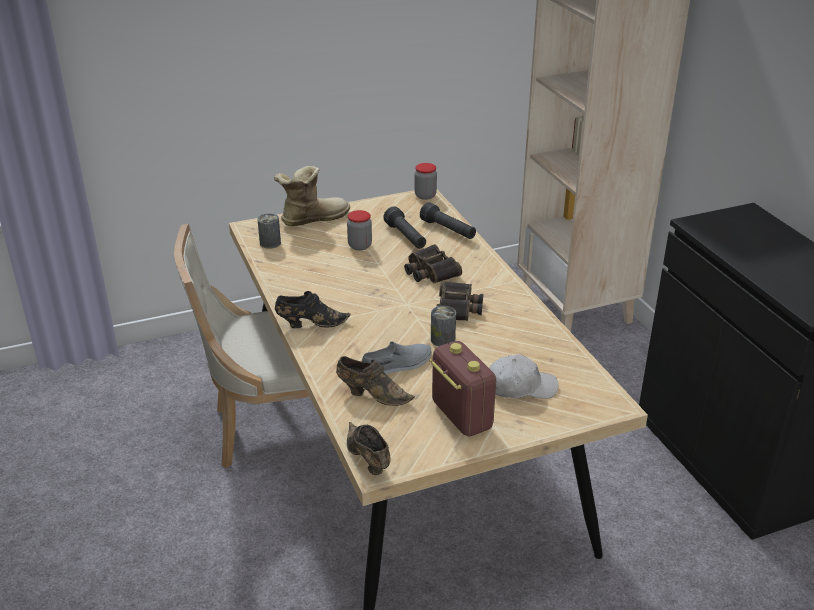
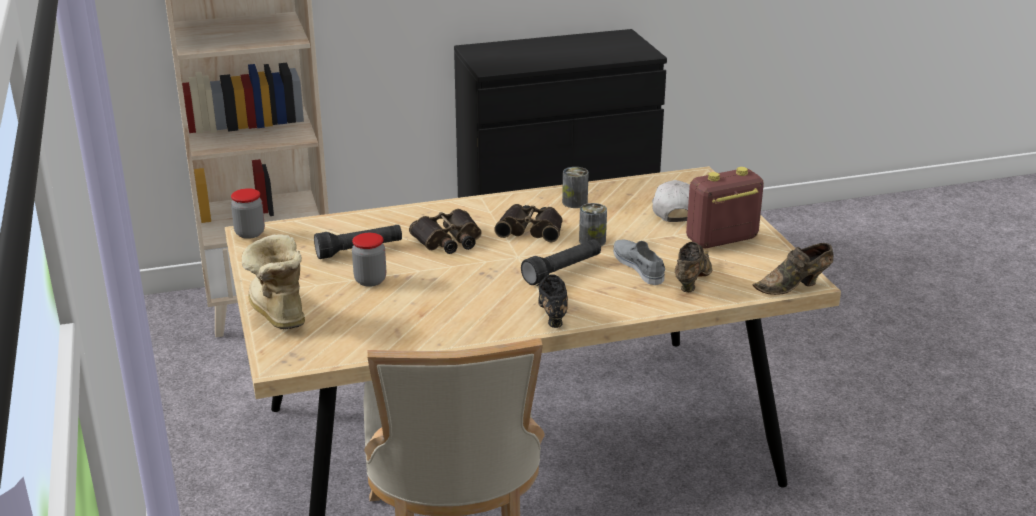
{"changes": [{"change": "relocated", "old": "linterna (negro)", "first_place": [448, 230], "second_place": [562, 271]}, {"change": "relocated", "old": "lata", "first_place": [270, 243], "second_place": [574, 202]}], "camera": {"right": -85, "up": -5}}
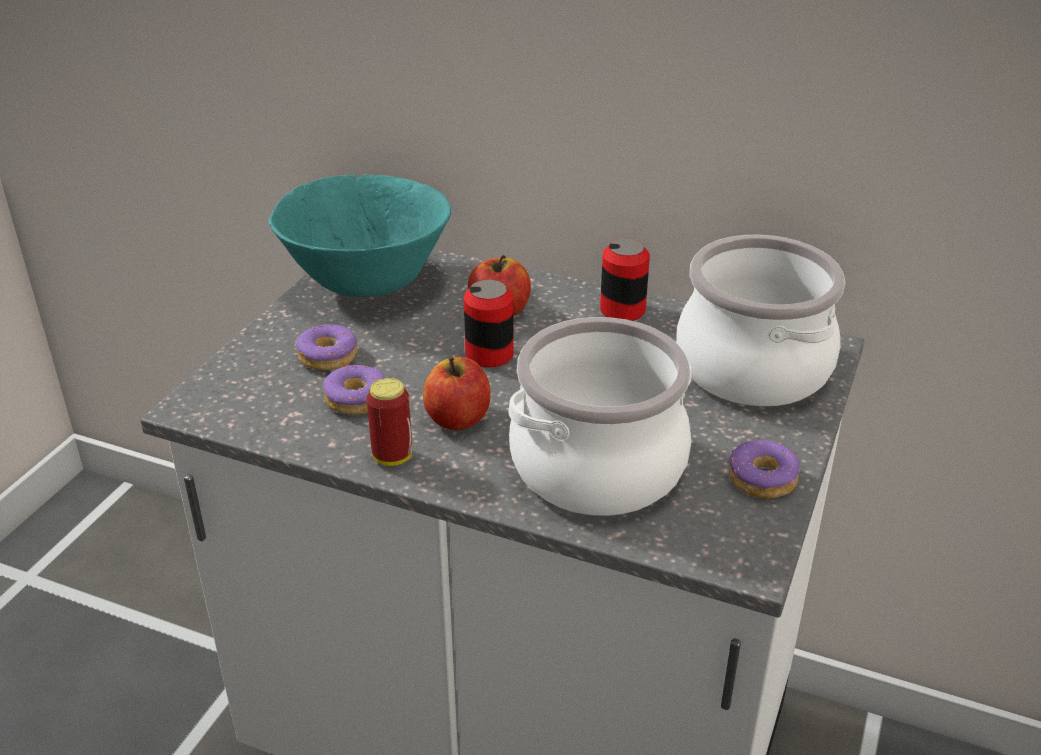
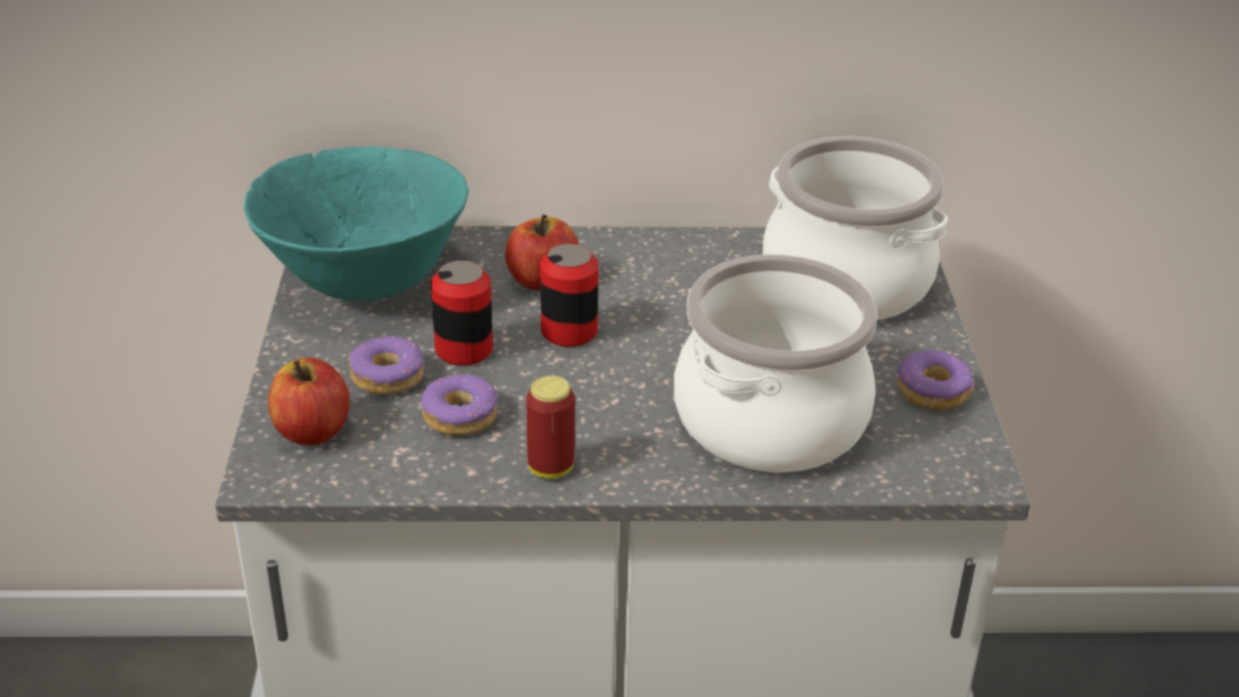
{"changes": [{"change": "relocated", "old": "manzana", "first_place": [458, 418], "second_place": [312, 431]}, {"change": "relocated", "old": "lata", "first_place": [622, 310], "second_place": [464, 350]}], "camera": {"right": -25, "up": 0}}
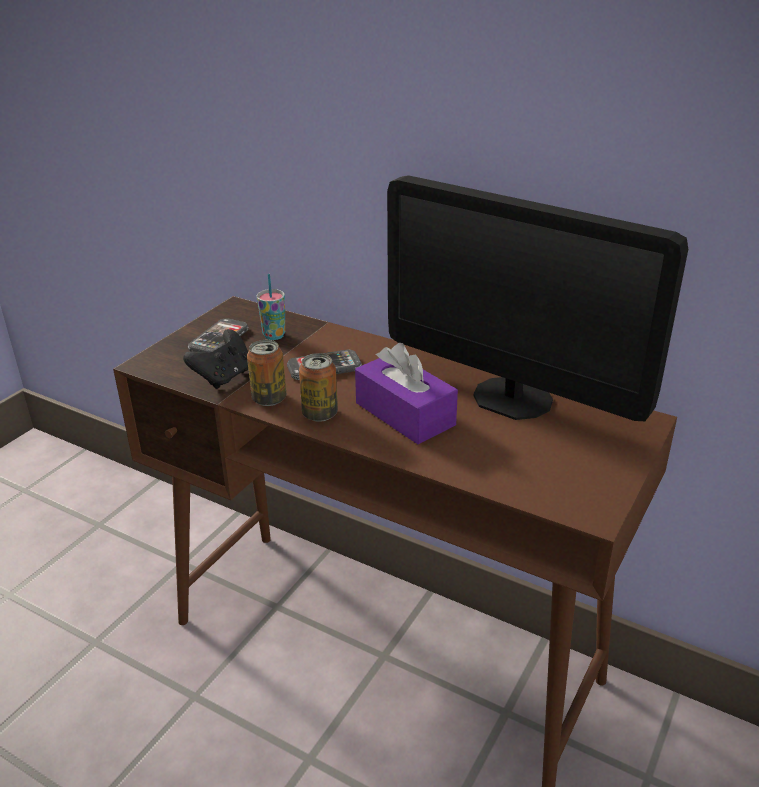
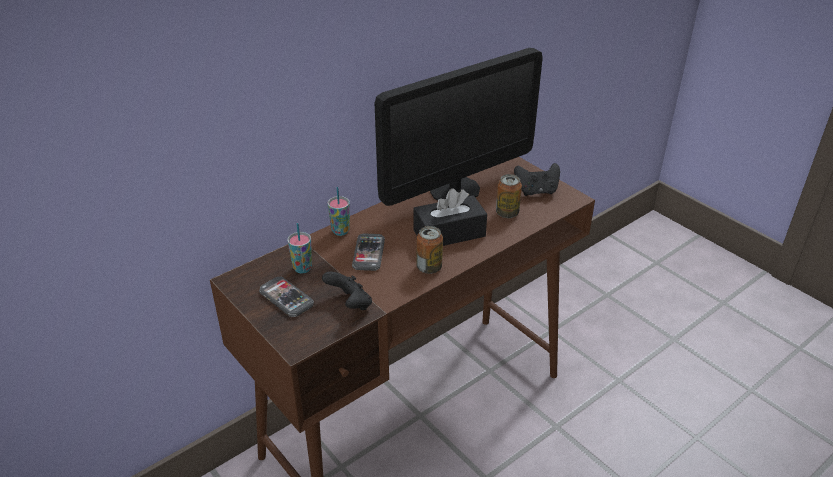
{"changes": [{"change": "appeared", "new": "taza", "second_place": [340, 231]}, {"change": "colour", "old": "caja de pañuelos (morado)", "new": "caja de pañuelos (negro)", "first_place": [405, 414], "second_place": [449, 233]}, {"change": "relocated", "old": "lata", "first_place": [269, 399], "second_place": [507, 213]}, {"change": "appeared", "new": "mando de consola (negro)", "second_place": [536, 191]}], "camera": {"right": -70, "up": 5}}
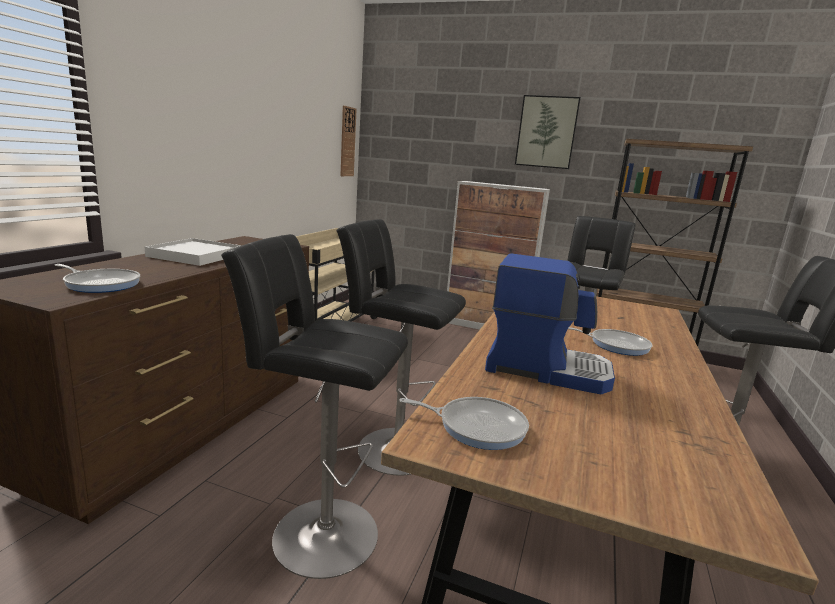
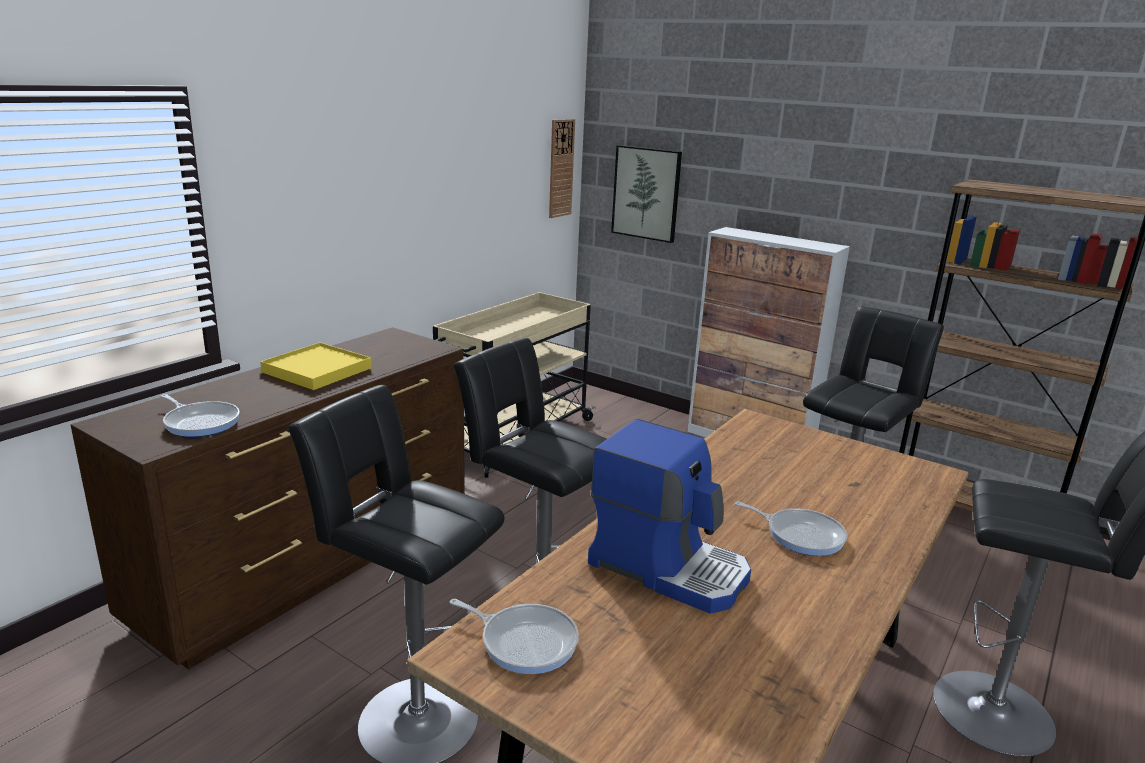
{"changes": [{"change": "colour", "old": "bandeja (blanco)", "new": "bandeja (amarillo)", "first_place": [196, 255], "second_place": [317, 370]}, {"change": "relocated", "old": "cuadro", "first_place": [546, 132], "second_place": [646, 193]}], "camera": {"right": 15, "up": 5}}
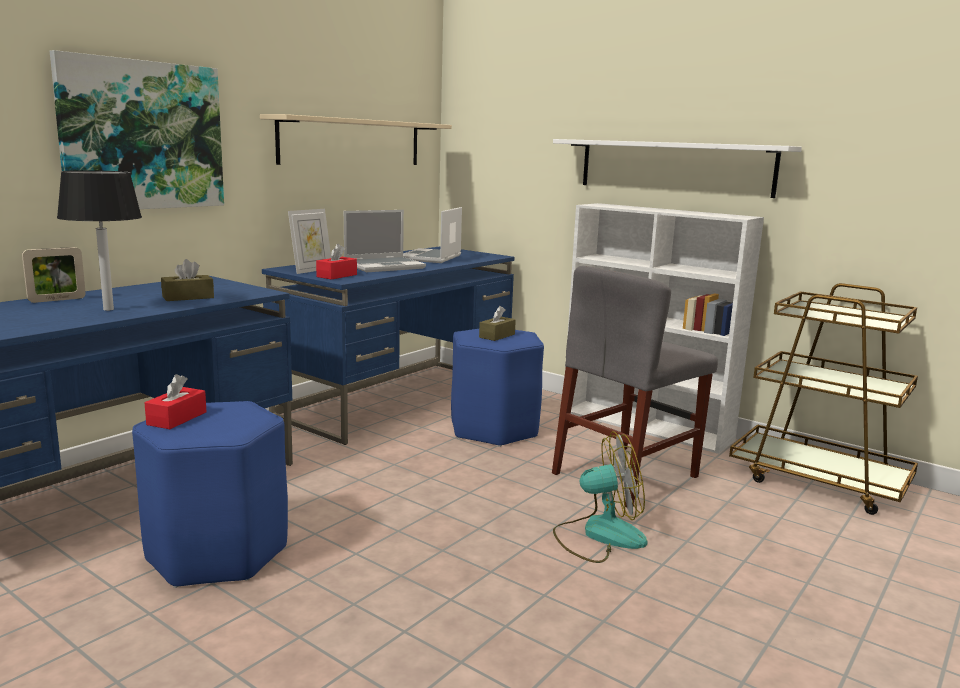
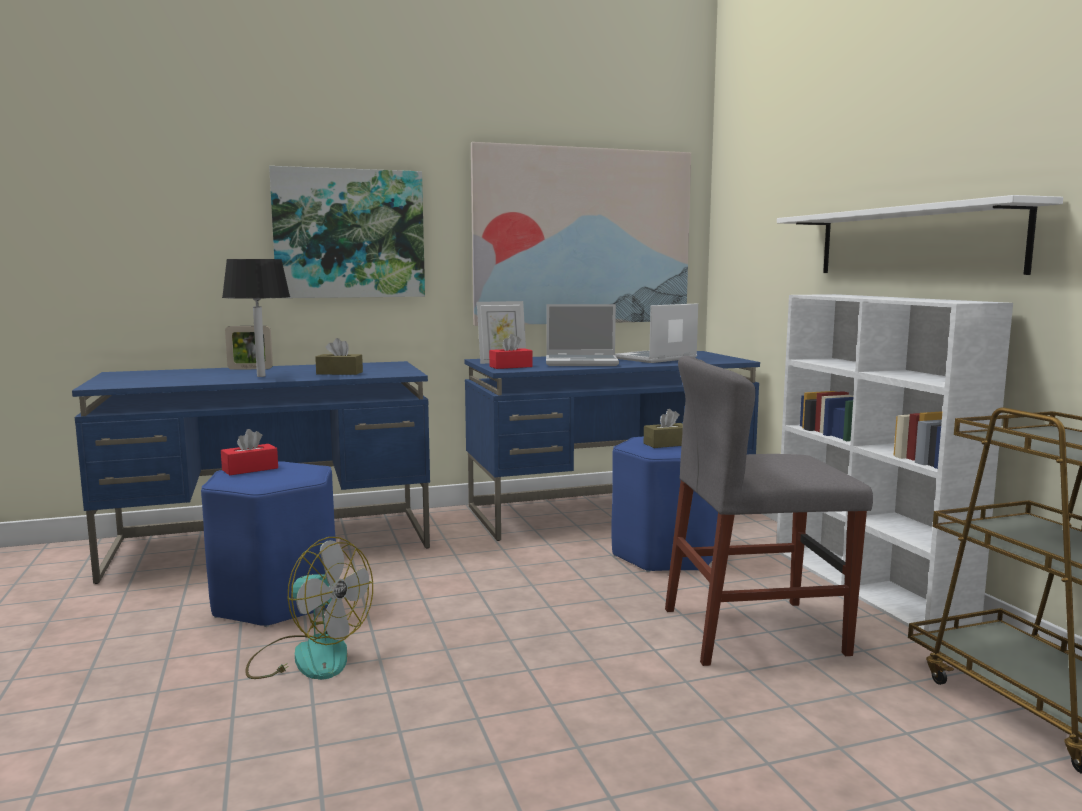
{"changes": [{"change": "relocated", "old": "ventilador", "first_place": [599, 535], "second_place": [308, 656]}, {"change": "exchanged", "old": "estante (beis)", "new": "cuadro", "first_place": [352, 142], "second_place": [583, 237]}], "camera": {"right": 35, "up": -5}}
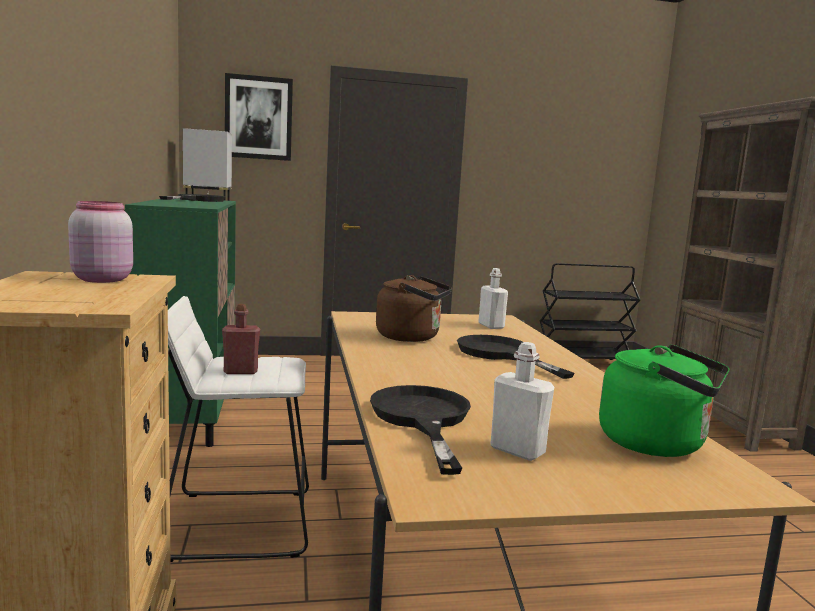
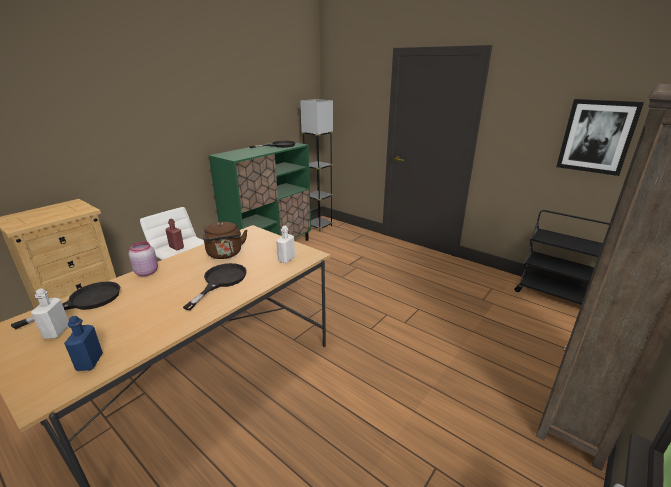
{"changes": [{"change": "exchanged", "old": "hervidor (verde)", "new": "botella (azul)", "first_place": [658, 444], "second_place": [90, 362]}, {"change": "relocated", "old": "tarro (rosa)", "first_place": [101, 279], "second_place": [147, 272]}, {"change": "relocated", "old": "cuadro", "first_place": [258, 118], "second_place": [597, 136]}], "camera": {"right": 50, "up": 15}}
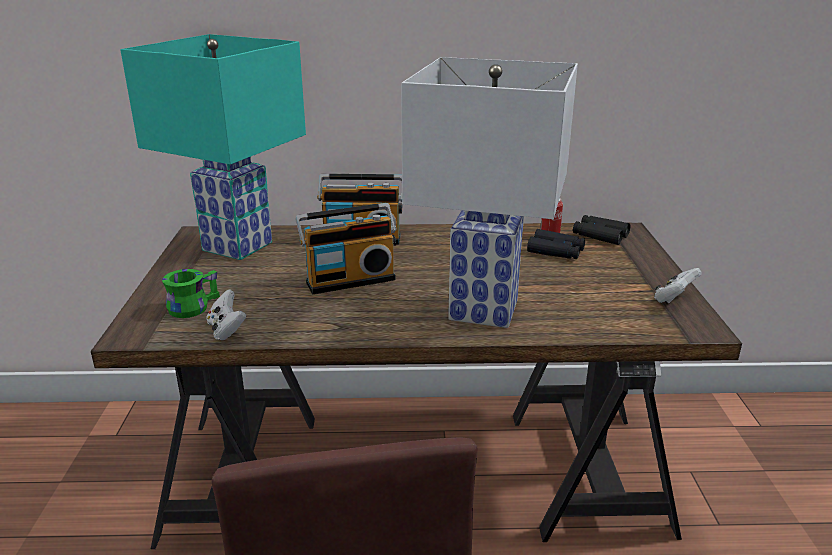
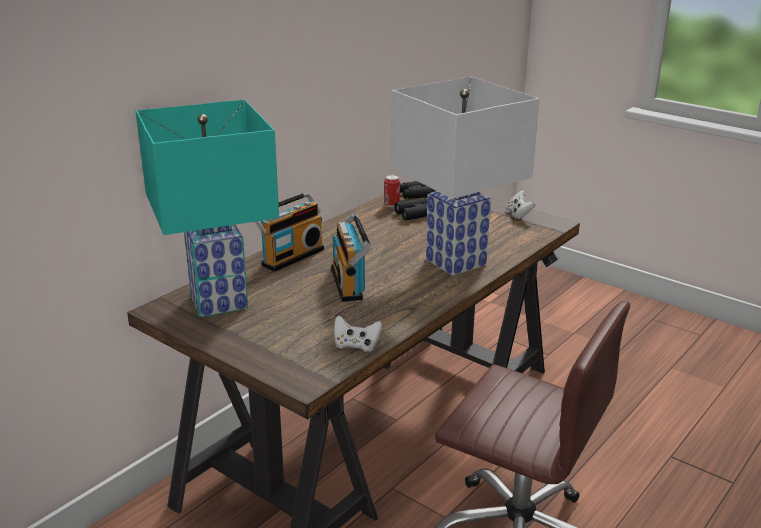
{"changes": [{"change": "spun", "old": "radio", "first_place": [350, 280], "second_place": [350, 283], "degrees": 150}, {"change": "missing", "old": "taza grande (verde)", "first_place": [192, 305]}], "camera": {"right": -50, "up": 0}}
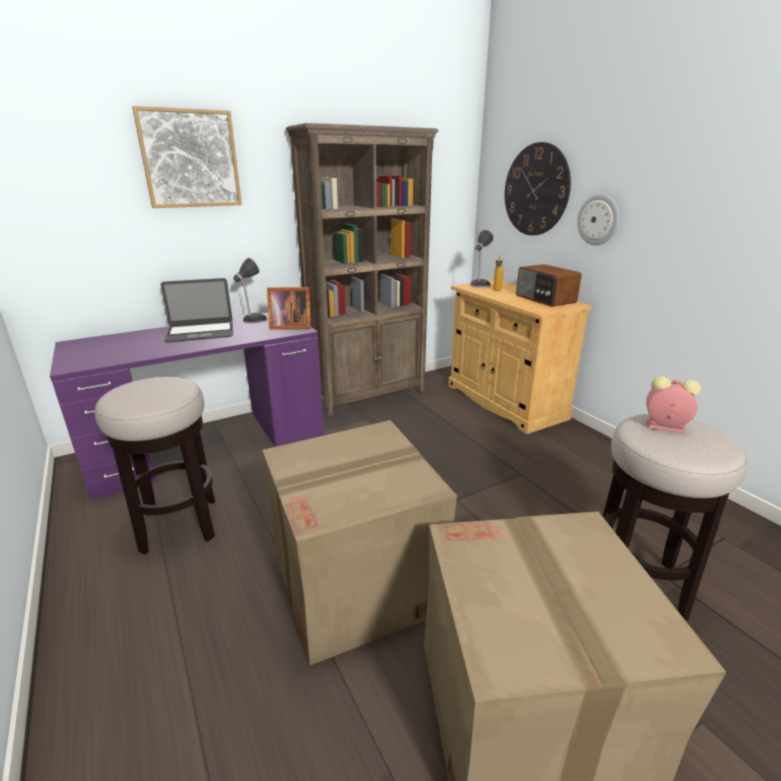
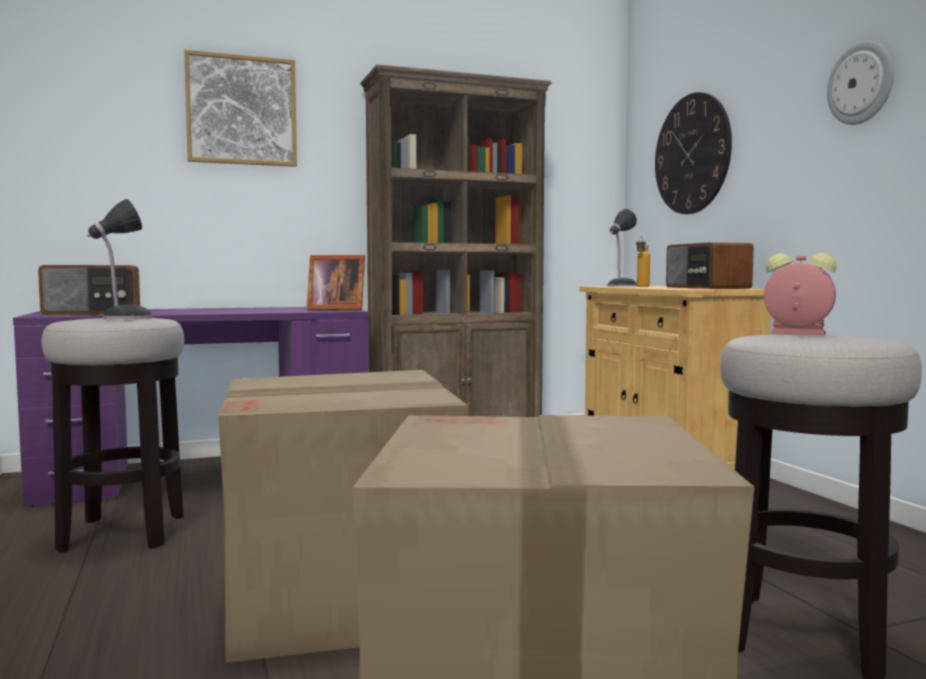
{"changes": [{"change": "appeared", "new": "radio", "second_place": [93, 313]}, {"change": "relocated", "old": "lámpara de mesa", "first_place": [253, 320], "second_place": [124, 317]}, {"change": "relocated", "old": "reloj de pared", "first_place": [598, 219], "second_place": [861, 83]}, {"change": "missing", "old": "portátil", "first_place": [200, 332]}], "camera": {"right": 10, "up": -20}}
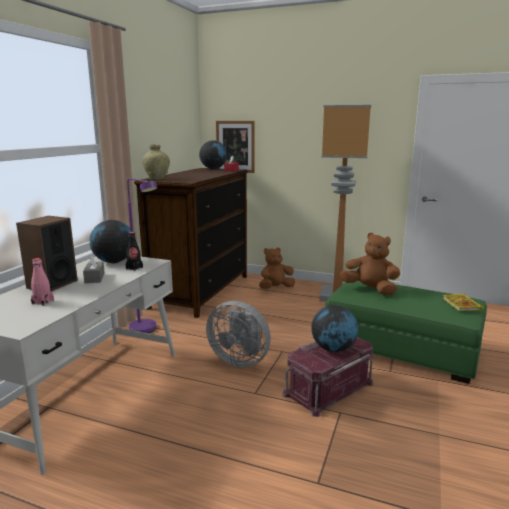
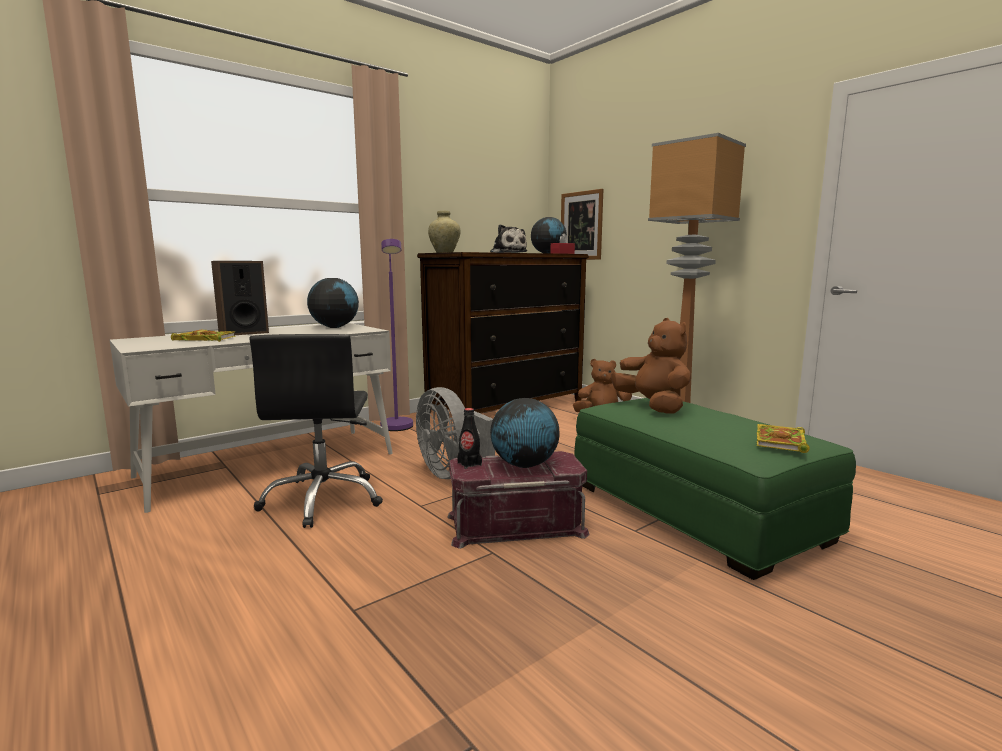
{"changes": [{"change": "exchanged", "old": "botella (rosa)", "new": "libro", "first_place": [43, 302], "second_place": [203, 339]}, {"change": "appeared", "new": "silla de oficina (negro)", "second_place": [323, 499]}, {"change": "relocated", "old": "botella (negro)", "first_place": [134, 268], "second_place": [469, 464]}, {"change": "appeared", "new": "peluche", "second_place": [507, 252]}, {"change": "missing", "old": "caja de pañuelos (gris)", "first_place": [94, 278]}], "camera": {"right": 30, "up": -5}}
